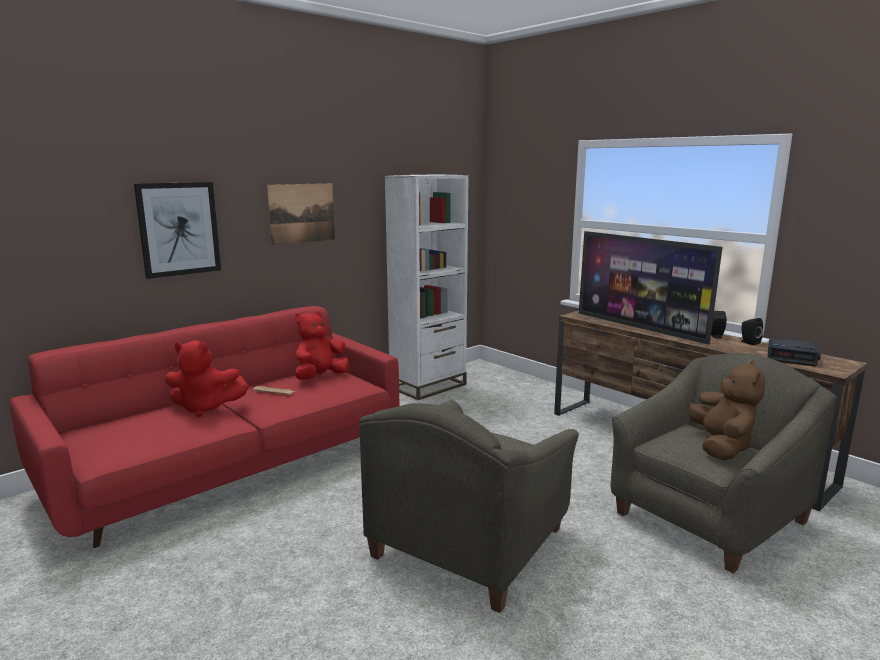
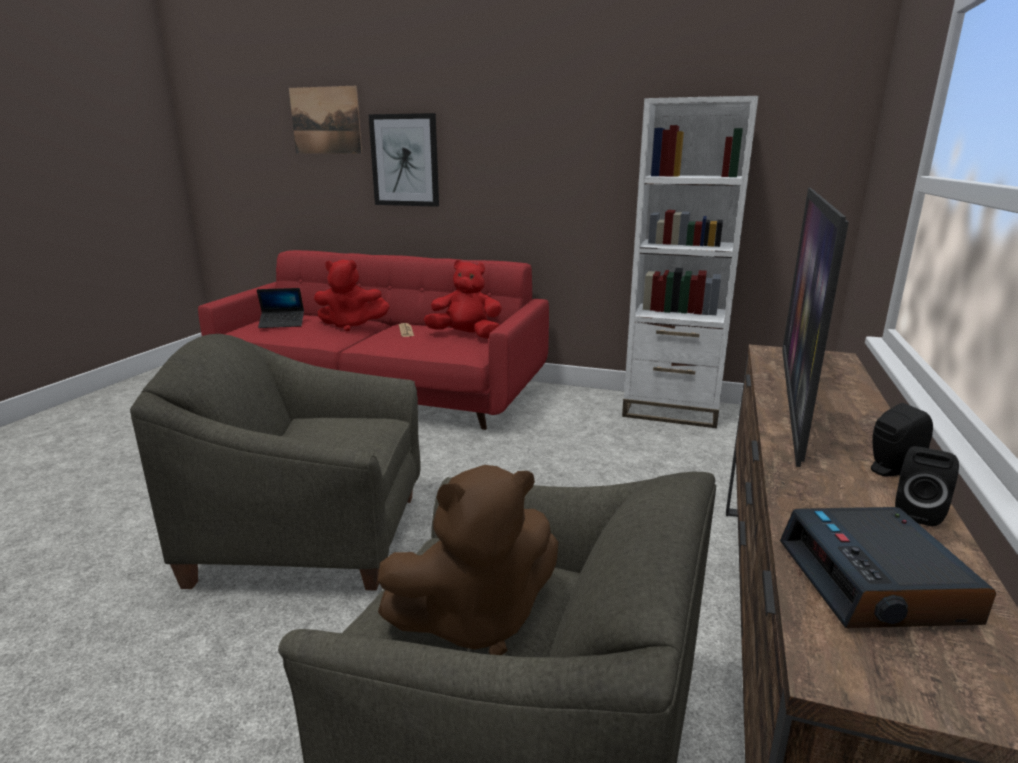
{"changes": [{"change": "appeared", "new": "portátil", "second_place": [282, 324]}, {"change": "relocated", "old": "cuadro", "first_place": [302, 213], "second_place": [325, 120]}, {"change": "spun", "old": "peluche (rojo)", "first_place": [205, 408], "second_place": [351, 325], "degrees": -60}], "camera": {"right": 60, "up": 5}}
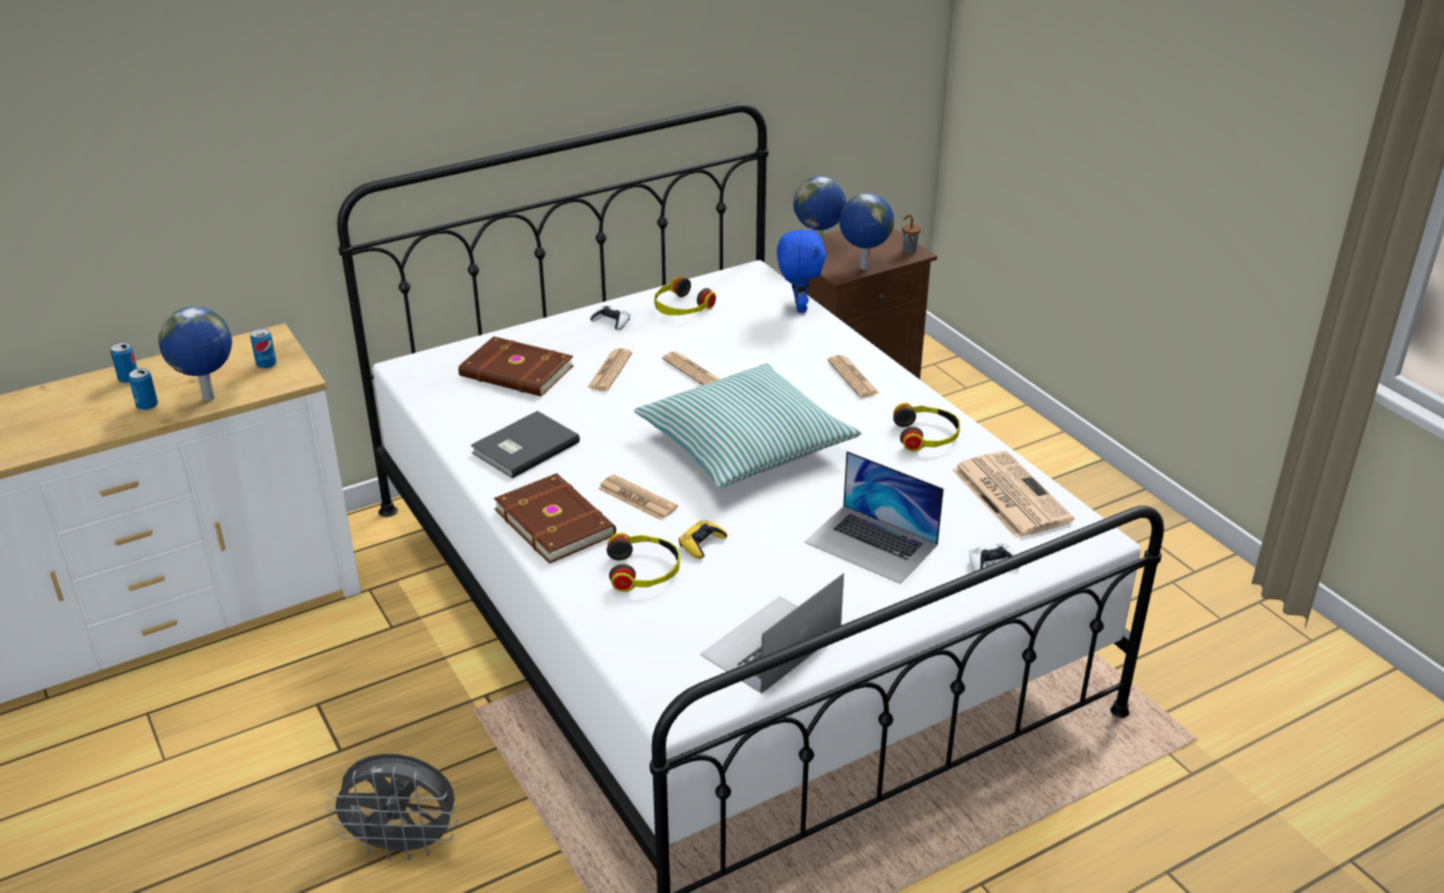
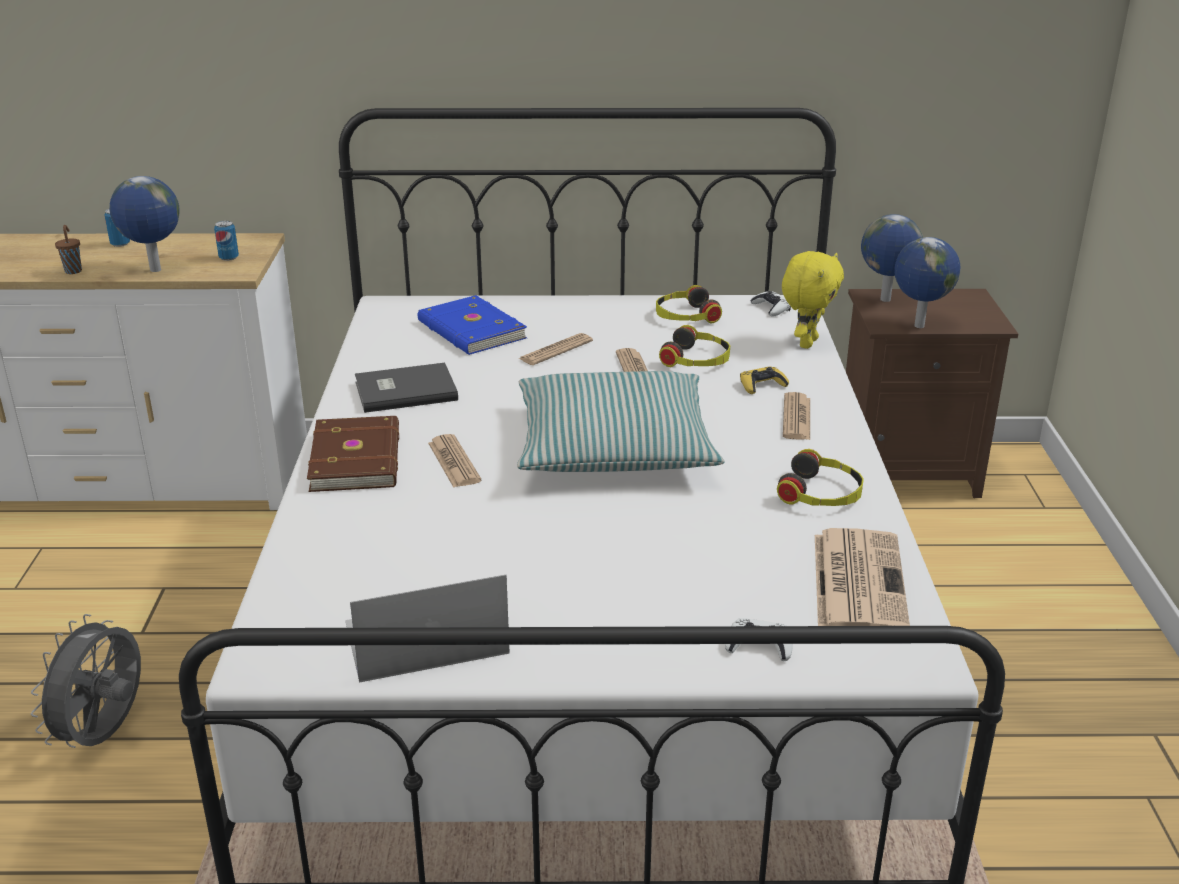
{"changes": [{"change": "spun", "old": "ventilador (gris)", "first_place": [404, 845], "second_place": [106, 735], "degrees": 75}, {"change": "relocated", "old": "taza (marrón)", "first_place": [908, 250], "second_place": [73, 271]}, {"change": "colour", "old": "libro (marrón)", "new": "libro (azul)", "first_place": [516, 372], "second_place": [470, 331]}, {"change": "relocated", "old": "auriculares", "first_place": [644, 570], "second_place": [697, 359]}, {"change": "relocated", "old": "mando de consola (amarillo)", "first_place": [702, 543], "second_place": [762, 385]}, {"change": "relocated", "old": "mando de consola (blanco)", "first_place": [611, 322], "second_place": [771, 308]}, {"change": "colour", "old": "peluche (azul)", "new": "peluche (amarillo)", "first_place": [798, 307], "second_place": [806, 343]}, {"change": "missing", "old": "lata", "first_place": [147, 406]}, {"change": "missing", "old": "portátil", "first_place": [871, 543]}], "camera": {"right": 30, "up": -5}}
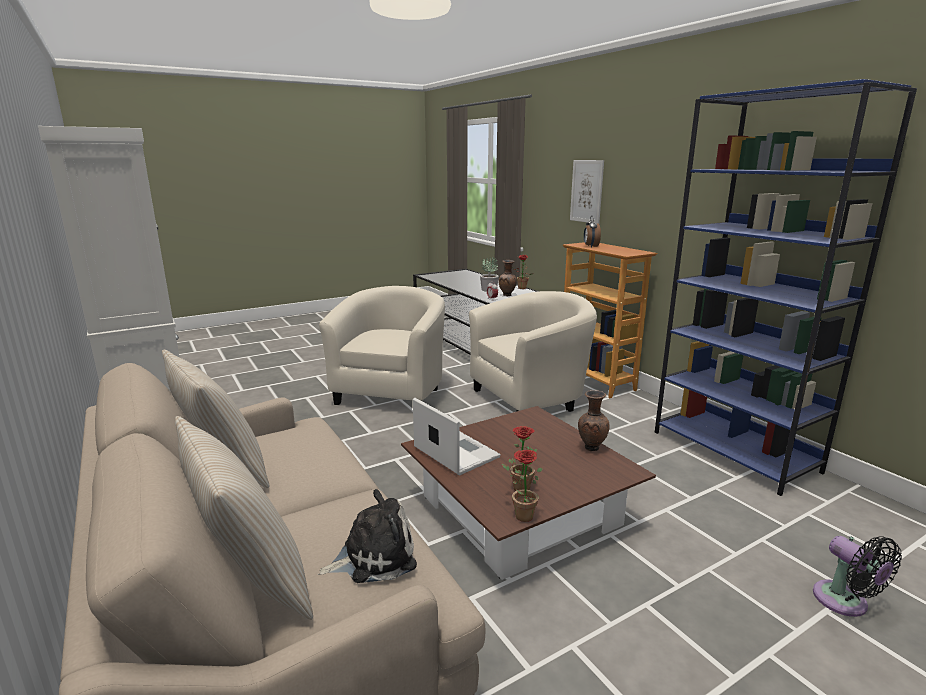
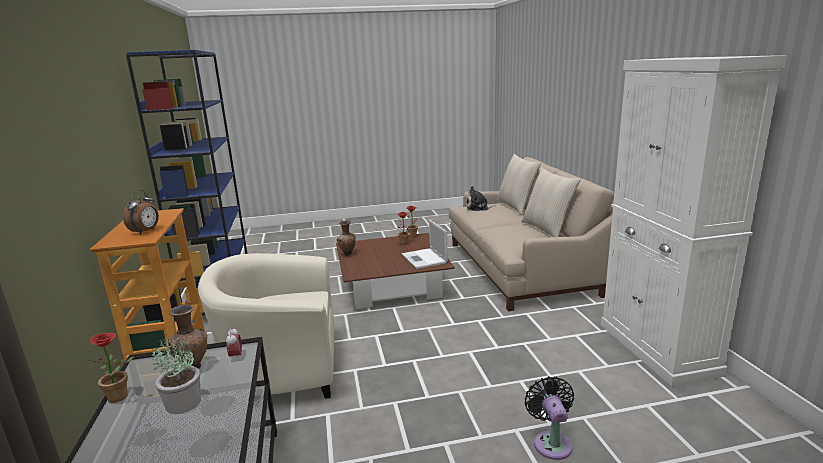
{"changes": [{"change": "relocated", "old": "ventilador (negro)", "first_place": [845, 602], "second_place": [551, 442]}, {"change": "missing", "old": "sillón (beis)", "first_place": [392, 392]}, {"change": "missing", "old": "cuadro", "first_place": [586, 191]}], "camera": {"right": -160, "up": 0}}
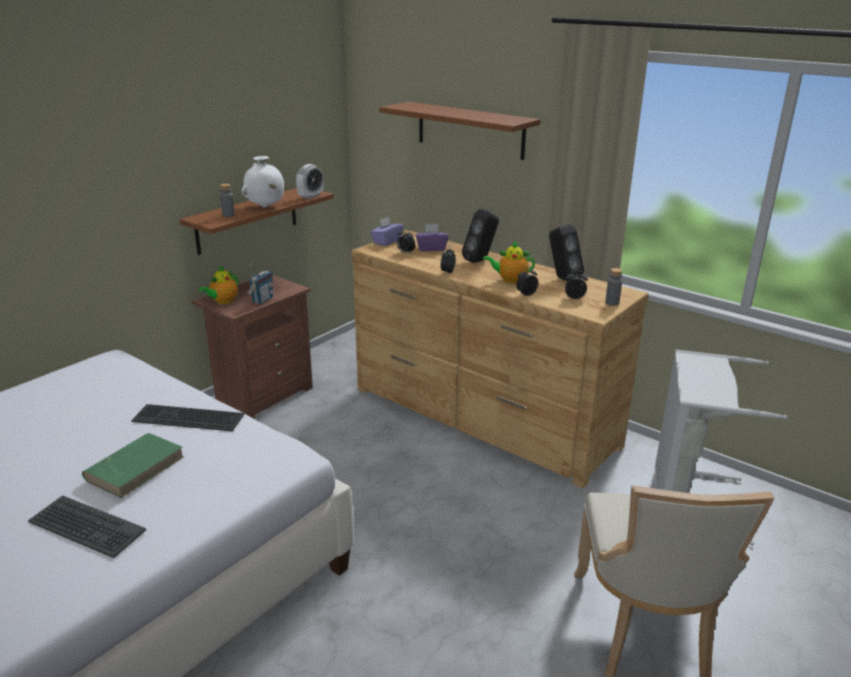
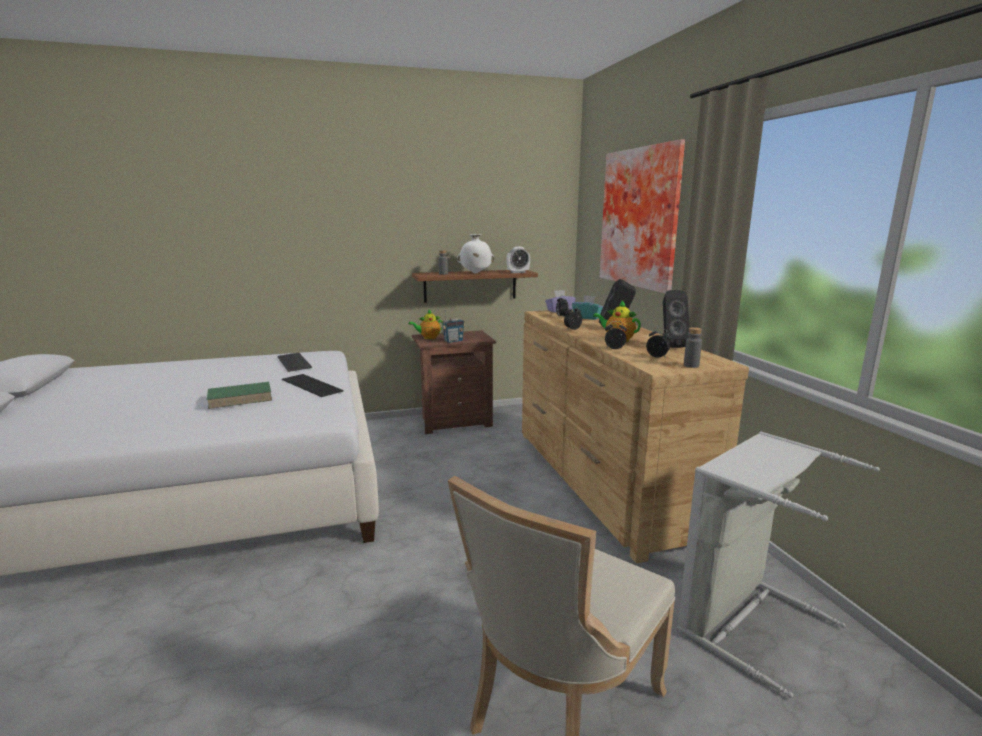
{"changes": [{"change": "relocated", "old": "teclado", "first_place": [86, 527], "second_place": [293, 362]}, {"change": "colour", "old": "caja de pañuelos (morado)", "new": "caja de pañuelos (turquesa)", "first_place": [431, 248], "second_place": [587, 317]}, {"change": "exchanged", "old": "estante (marrón)", "new": "cuadro", "first_place": [470, 130], "second_place": [642, 218]}], "camera": {"right": 35, "up": -10}}
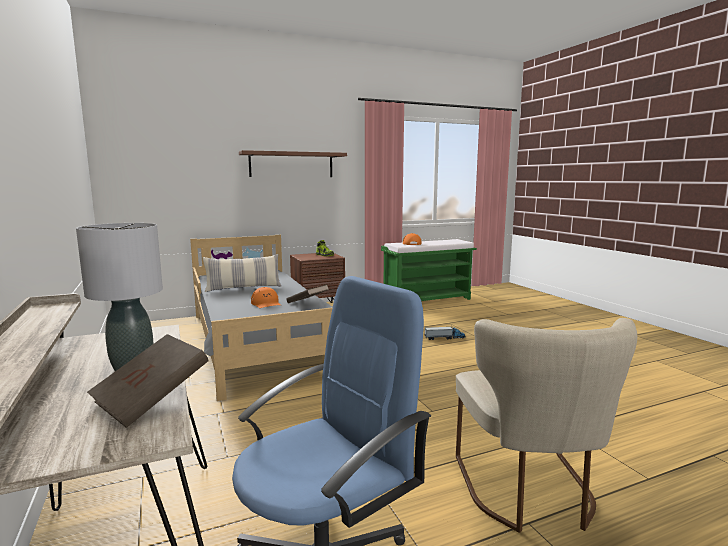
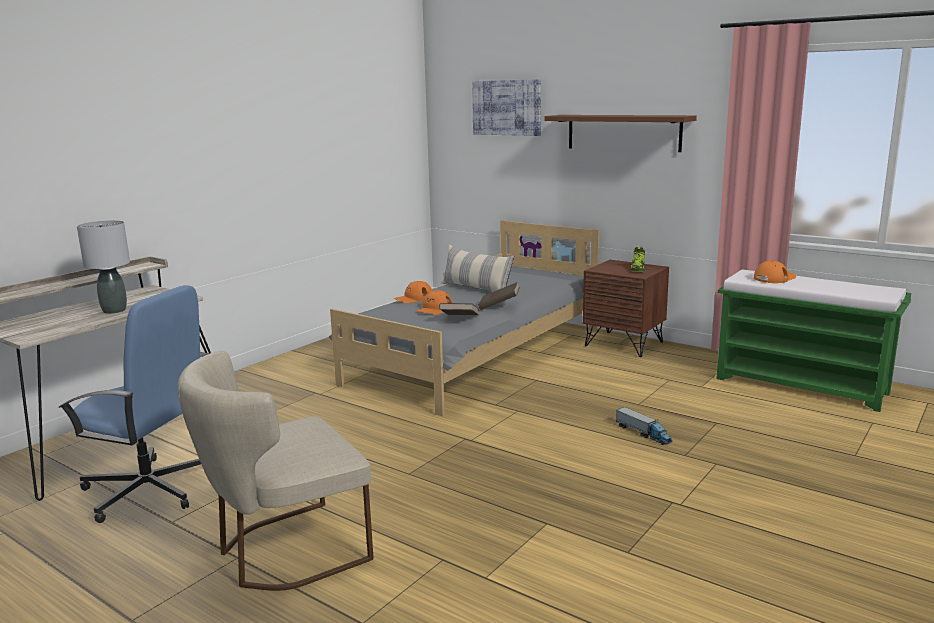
{"changes": [{"change": "appeared", "new": "gorra (naranja)", "second_place": [413, 298]}, {"change": "appeared", "new": "cuadro", "second_place": [506, 107]}, {"change": "relocated", "old": "libro (marrón)", "first_place": [151, 400], "second_place": [499, 306]}], "camera": {"right": 60, "up": 5}}
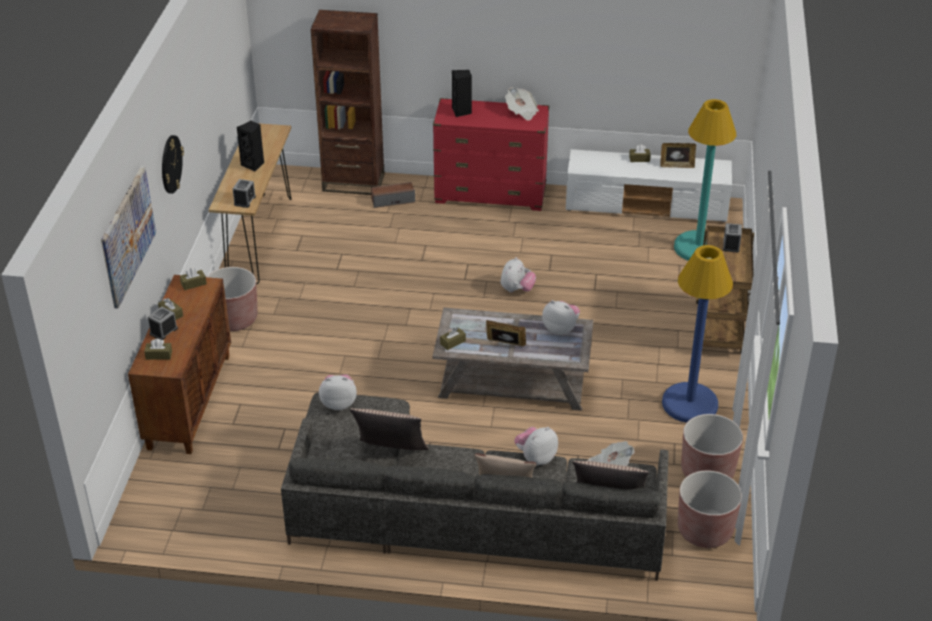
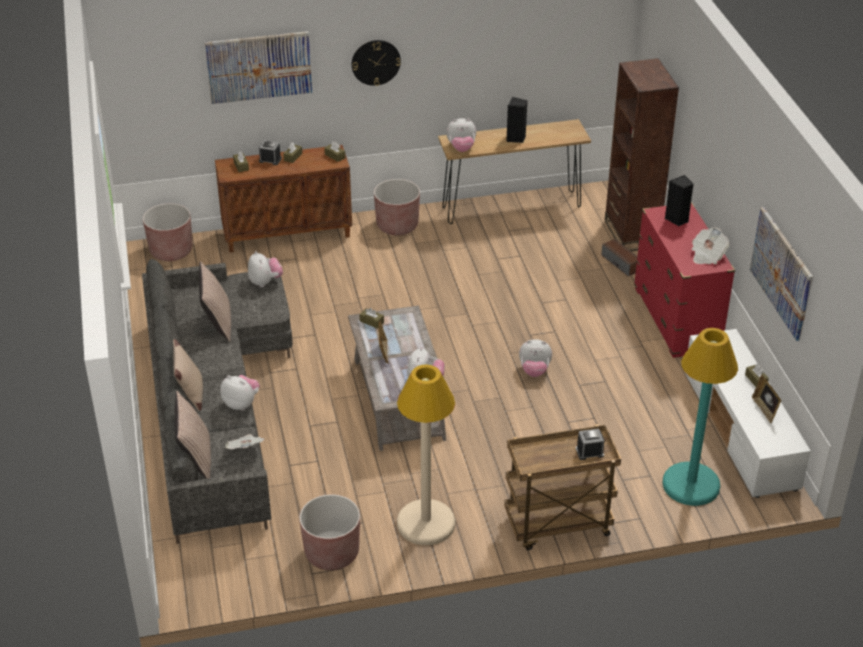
{"changes": [{"change": "relocated", "old": "maceta (marrón)", "first_place": [705, 530], "second_place": [171, 251]}, {"change": "colour", "old": "lámpara de pie (azul)", "new": "lámpara de pie (beis)", "first_place": [690, 404], "second_place": [425, 523]}, {"change": "exchanged", "old": "despertador", "new": "peluche", "first_place": [244, 200], "second_place": [461, 148]}, {"change": "appeared", "new": "cuadro", "second_place": [781, 272]}], "camera": {"right": 70, "up": 0}}
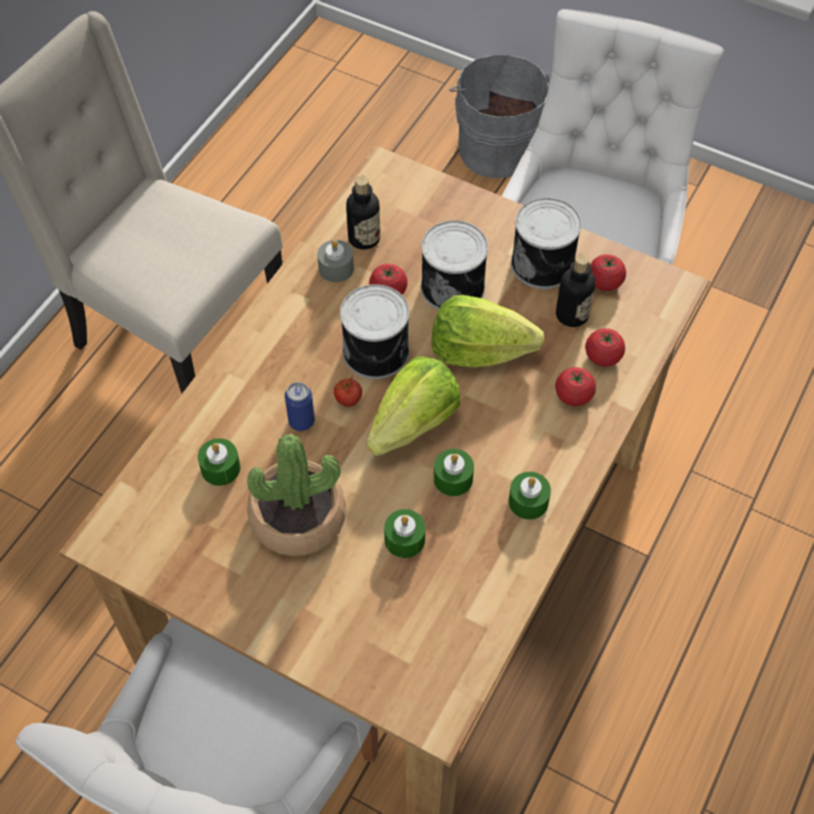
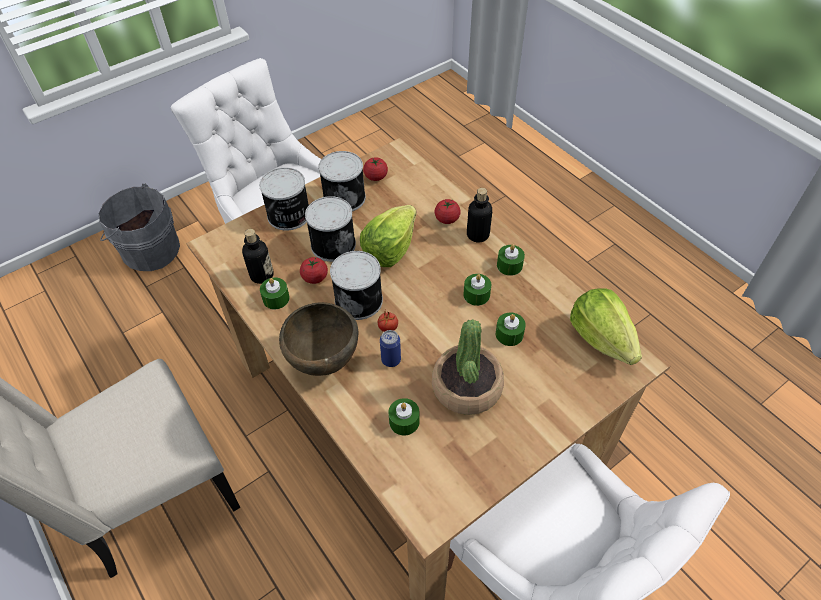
{"changes": [{"change": "appeared", "new": "lata", "second_place": [289, 215]}, {"change": "colour", "old": "vela (gris)", "new": "vela (verde)", "first_place": [336, 268], "second_place": [276, 298]}, {"change": "appeared", "new": "cuenco (marrón)", "second_place": [323, 361]}, {"change": "relocated", "old": "botella", "first_place": [572, 315], "second_place": [477, 235]}, {"change": "relocated", "old": "lechuga", "first_place": [414, 424], "second_place": [601, 338]}, {"change": "missing", "old": "tomate", "first_place": [603, 357]}], "camera": {"right": -65, "up": -5}}
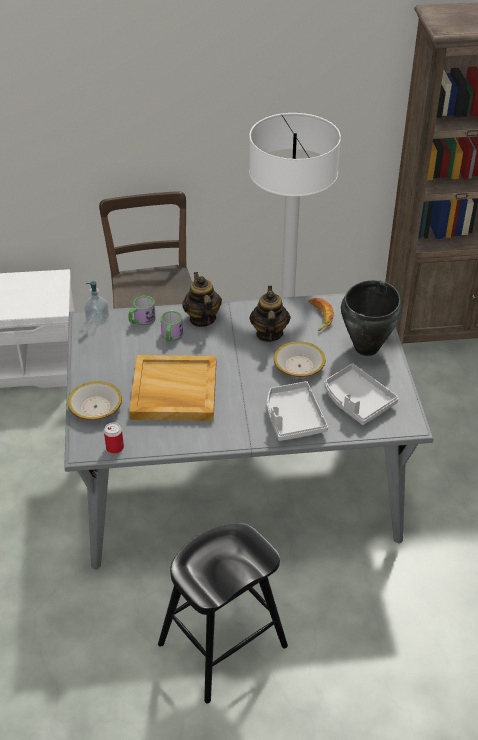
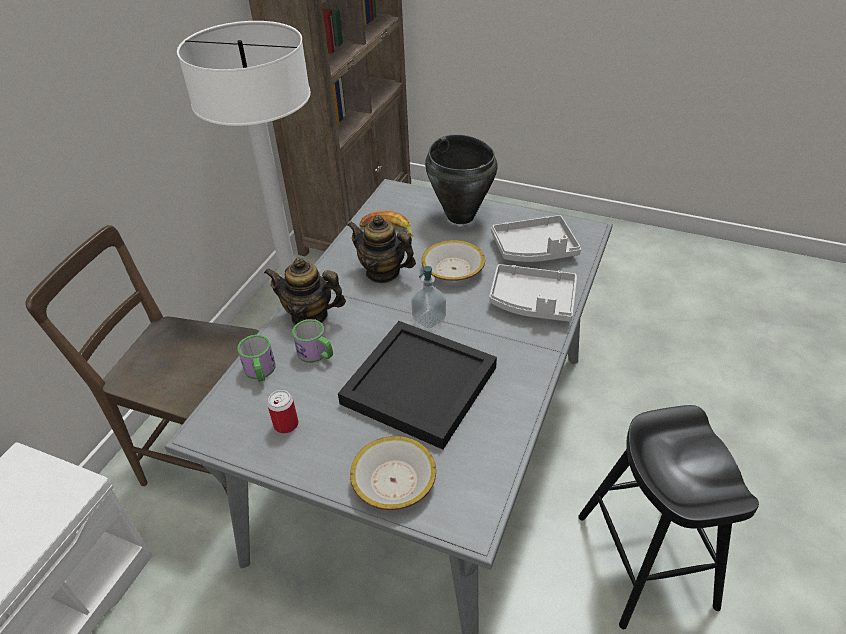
{"changes": [{"change": "relocated", "old": "lata", "first_place": [115, 448], "second_place": [286, 424]}, {"change": "colour", "old": "bandeja (beis)", "new": "bandeja (negro)", "first_place": [173, 391], "second_place": [419, 386]}, {"change": "relocated", "old": "dispensador de jabón", "first_place": [97, 319], "second_place": [429, 318]}], "camera": {"right": -60, "up": 0}}
